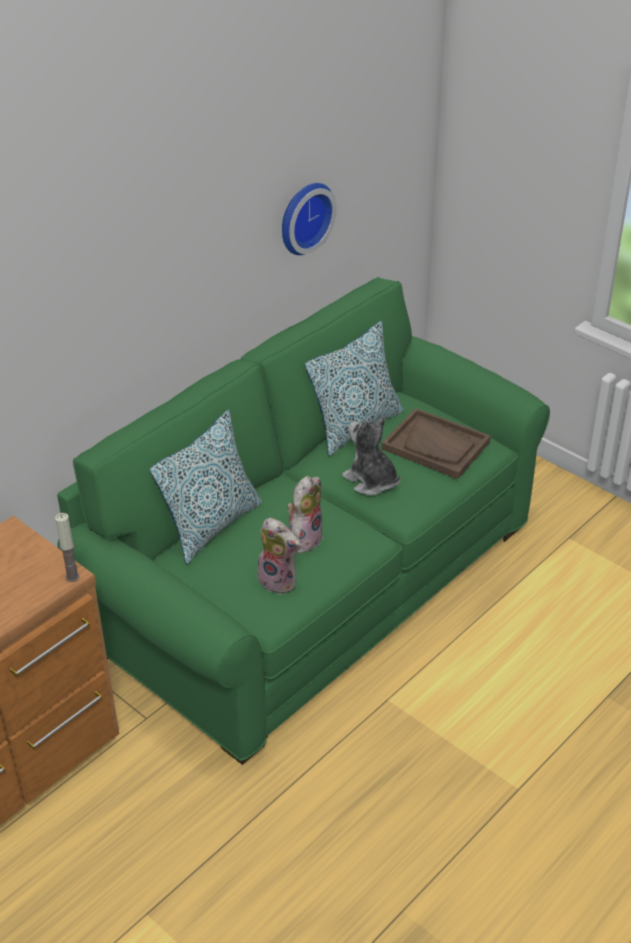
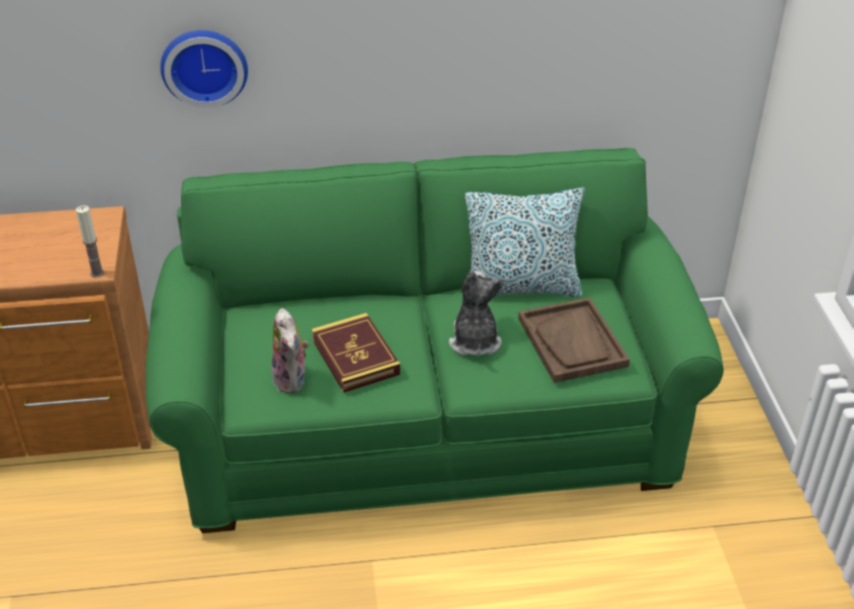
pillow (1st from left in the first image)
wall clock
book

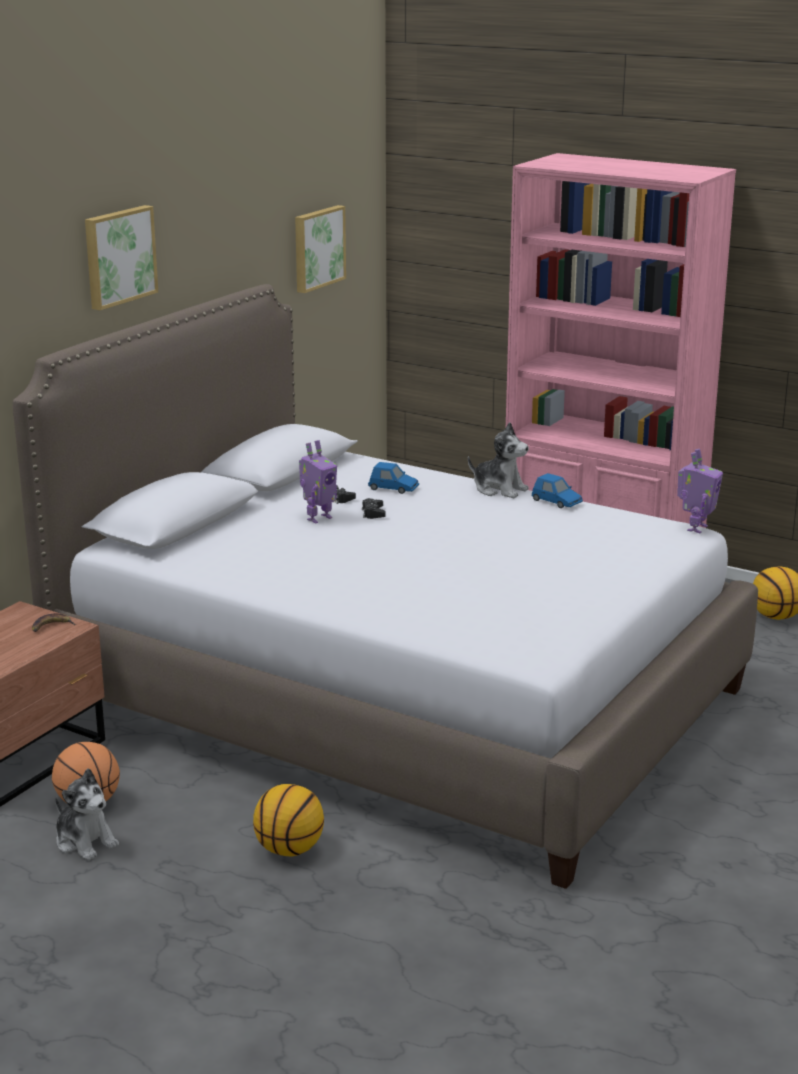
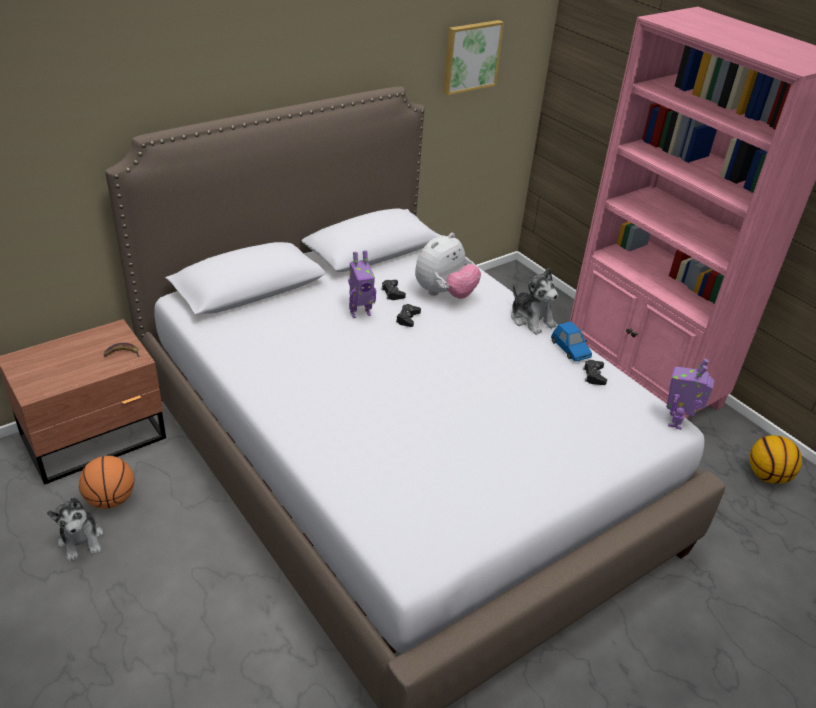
picture (1st from left in the first image)
basketball (2nd from left in the first image)
game controller (black) (3rd from left)
plush toy (2nd from left)
toy robot (2nd from left)

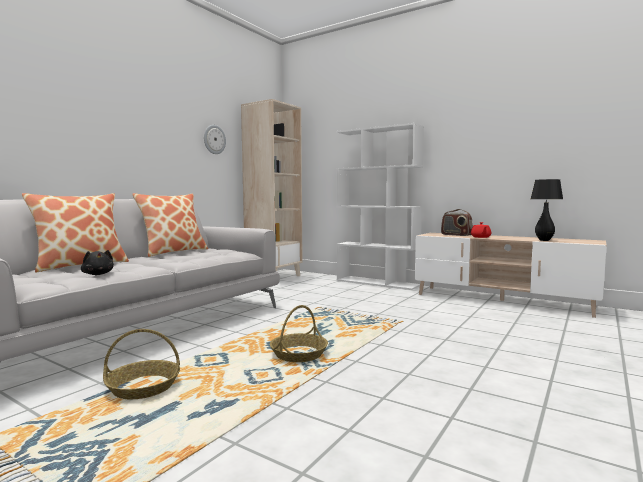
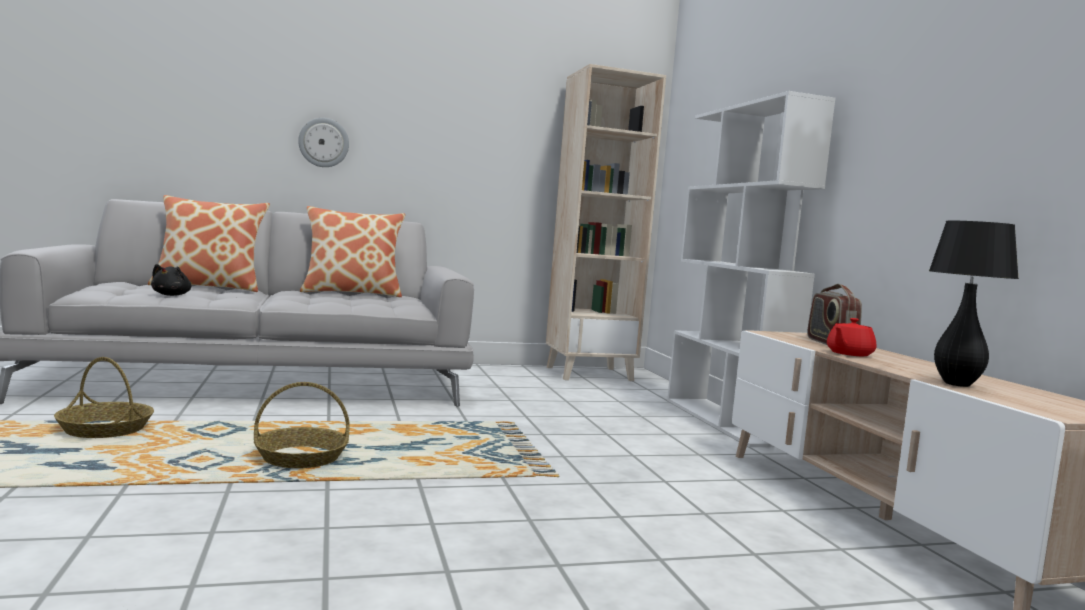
wall clock

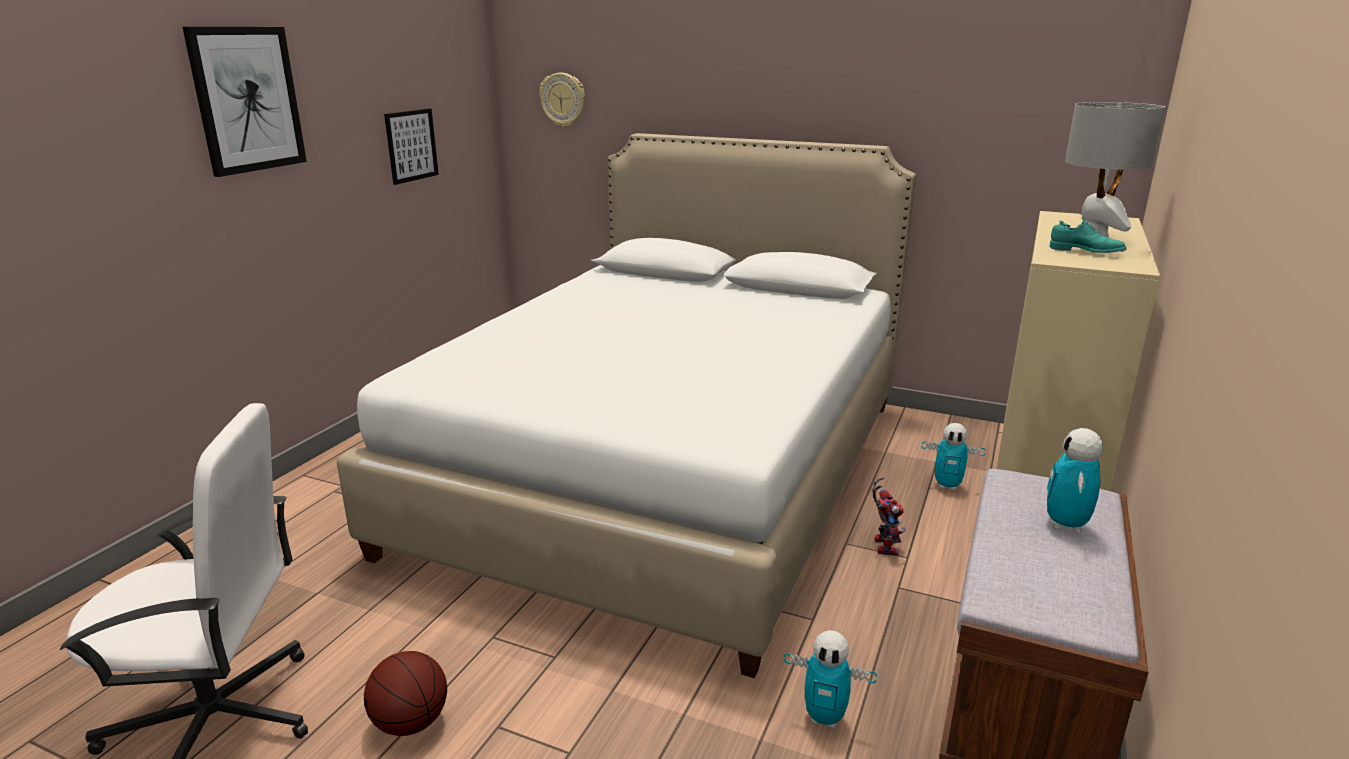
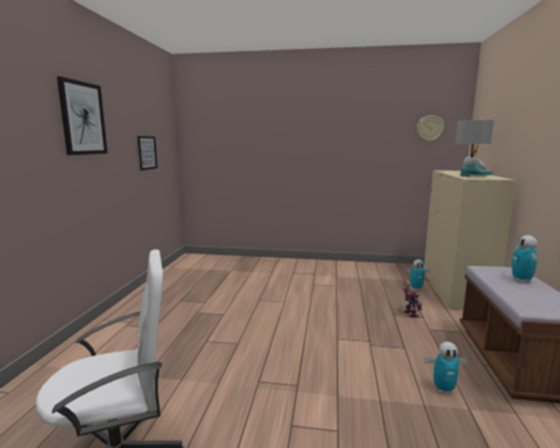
bed (white)
basketball
wall clock

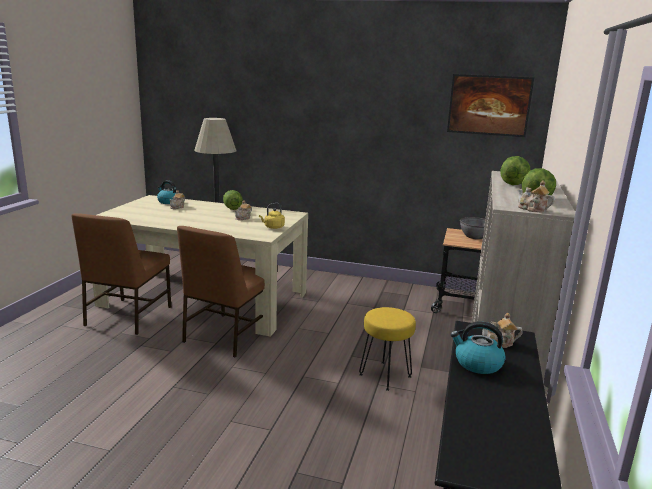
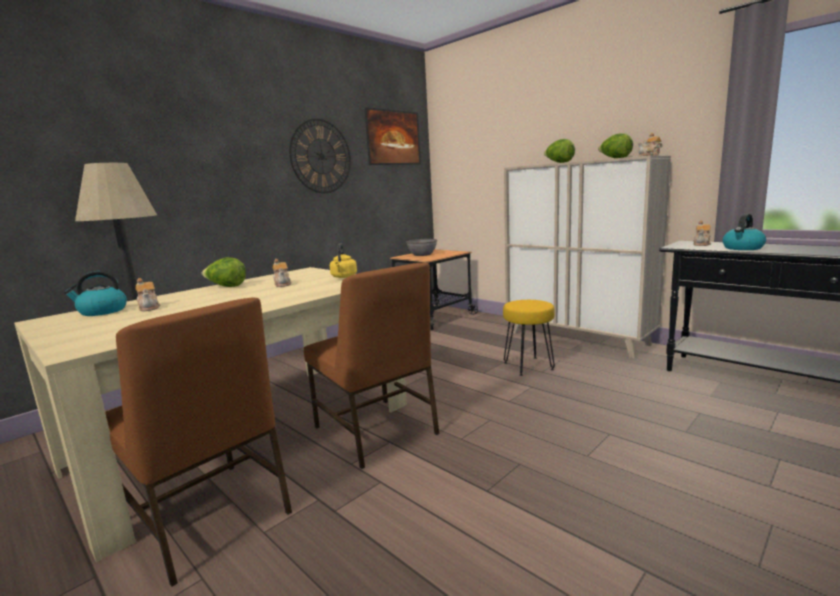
wall clock

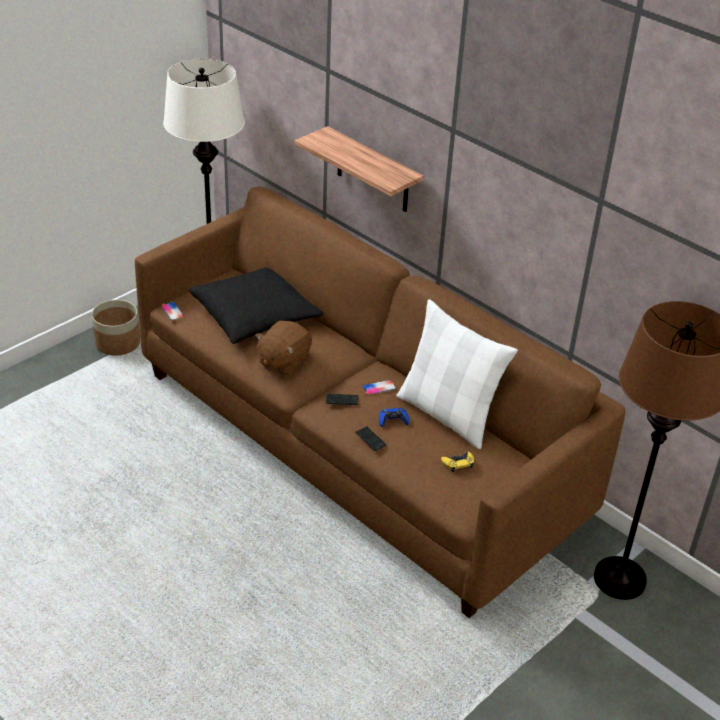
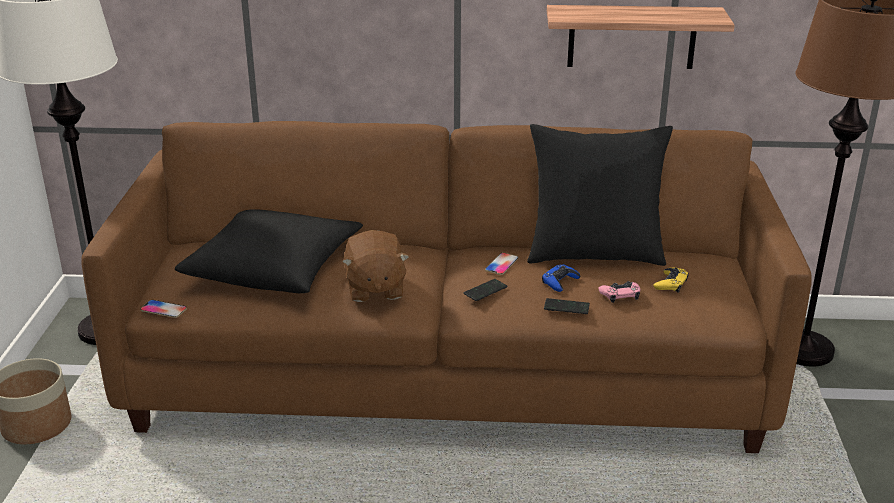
game controller (pink)
shelf
pillow (black) (2nd from left)

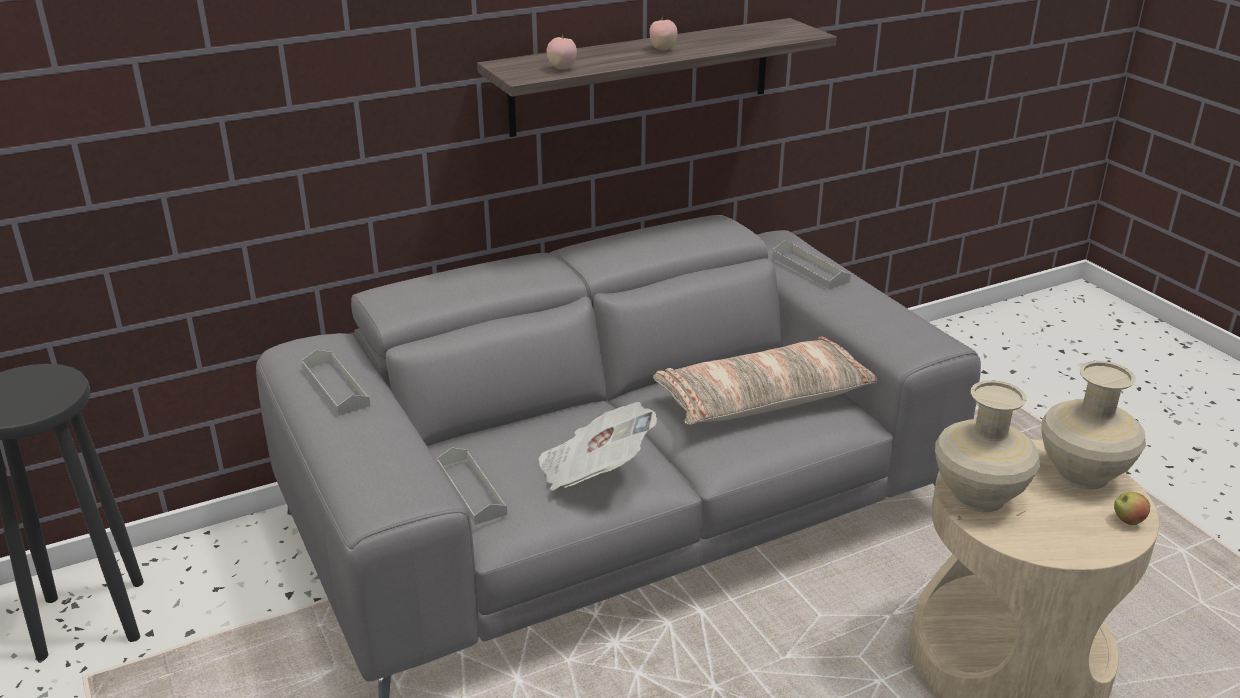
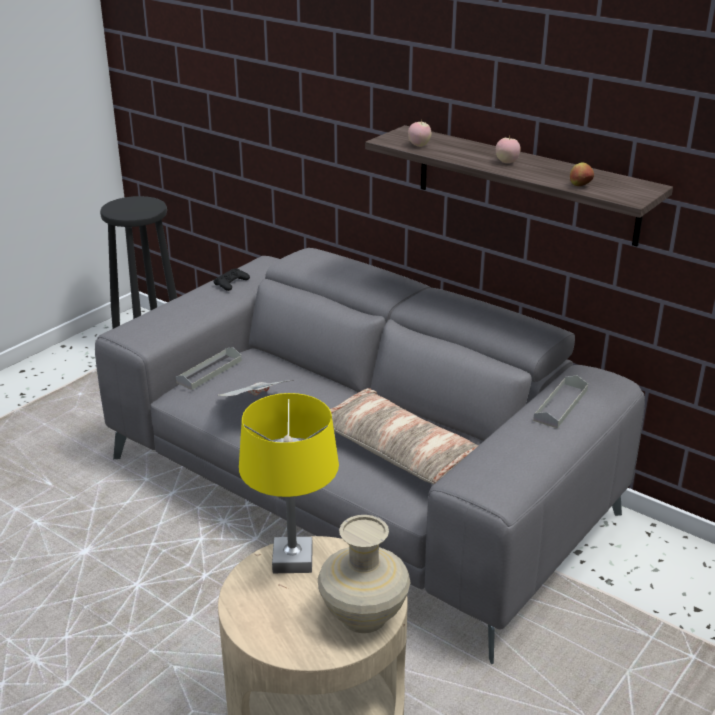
apple (3rd from left)
game controller (black)
table lamp (yellow)

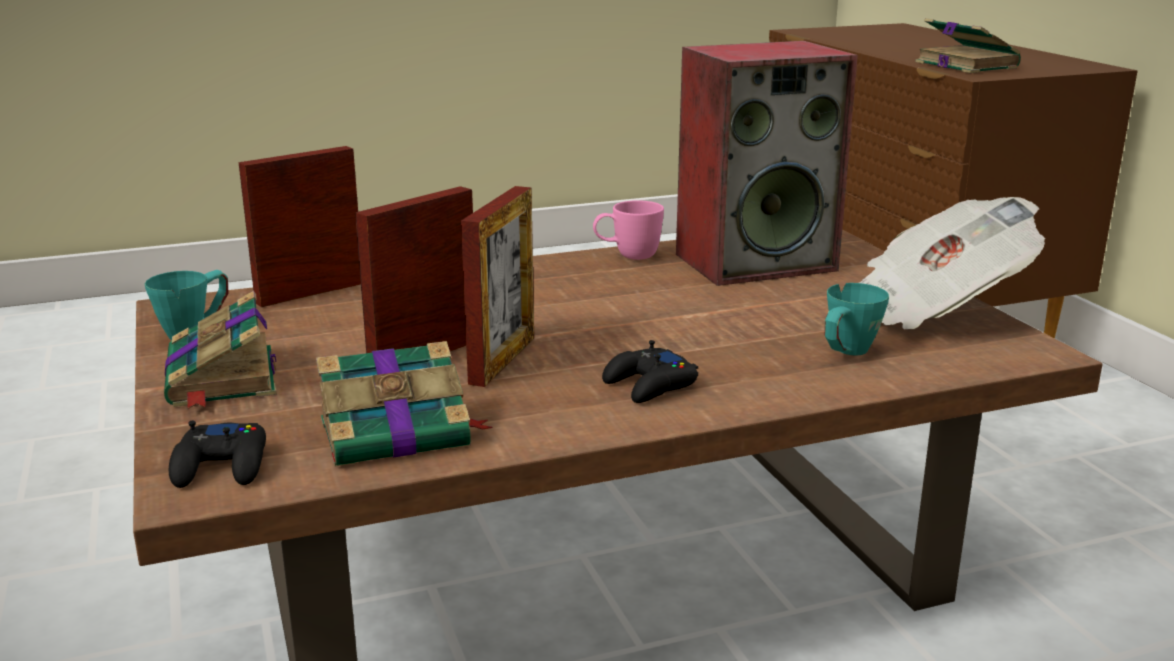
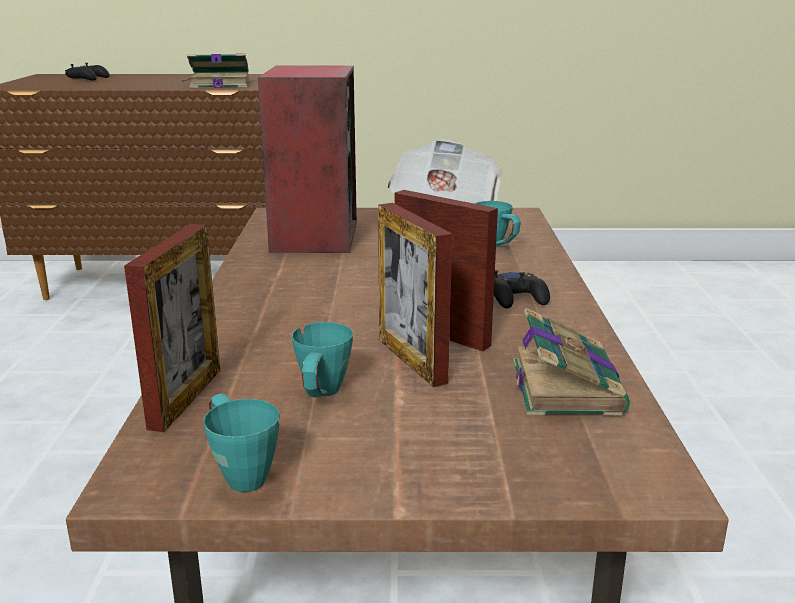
book (1st from left in the first image)
mug (pink)
mug (turquoise) (2nd from left)
game controller (black) (1st from left)
picture frame (1st from left)

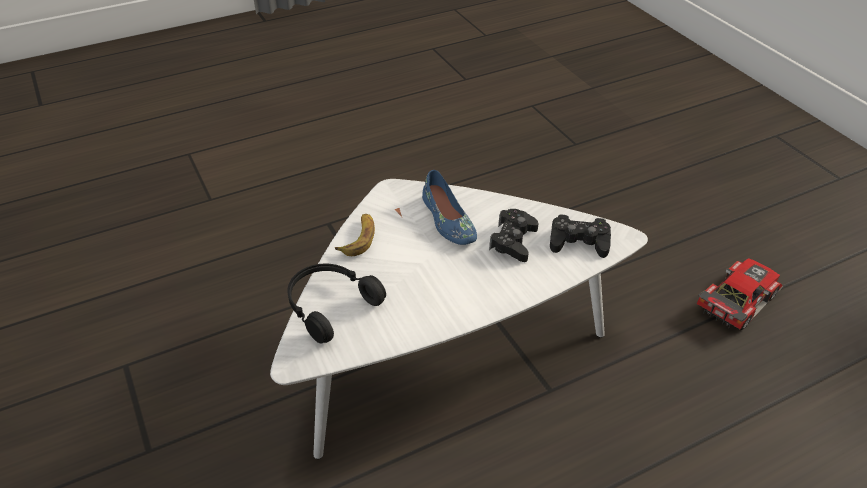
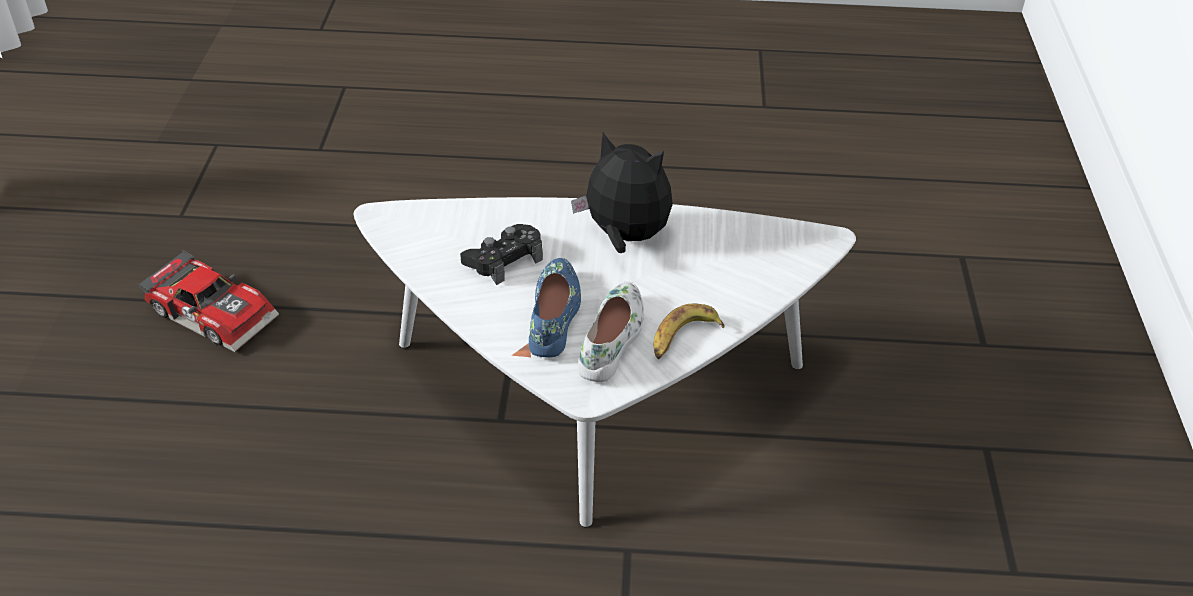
headphones (black)
game controller (black) (2nd from left in the first image)
plush toy
shoe (white)
toy car

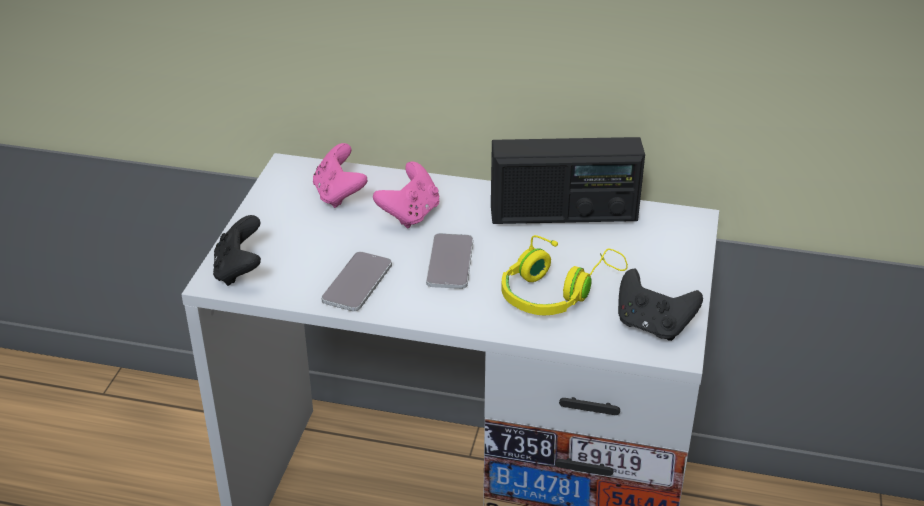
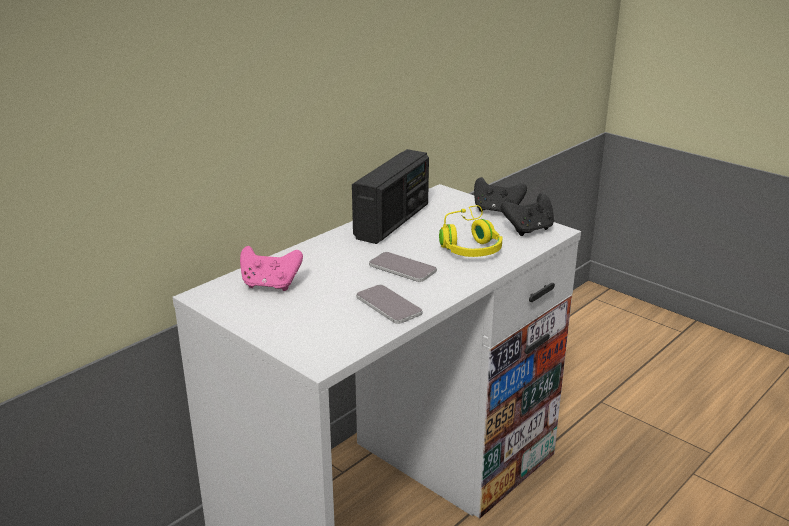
game controller (pink) (2nd from left in the first image)
game controller (black) (1st from left)

